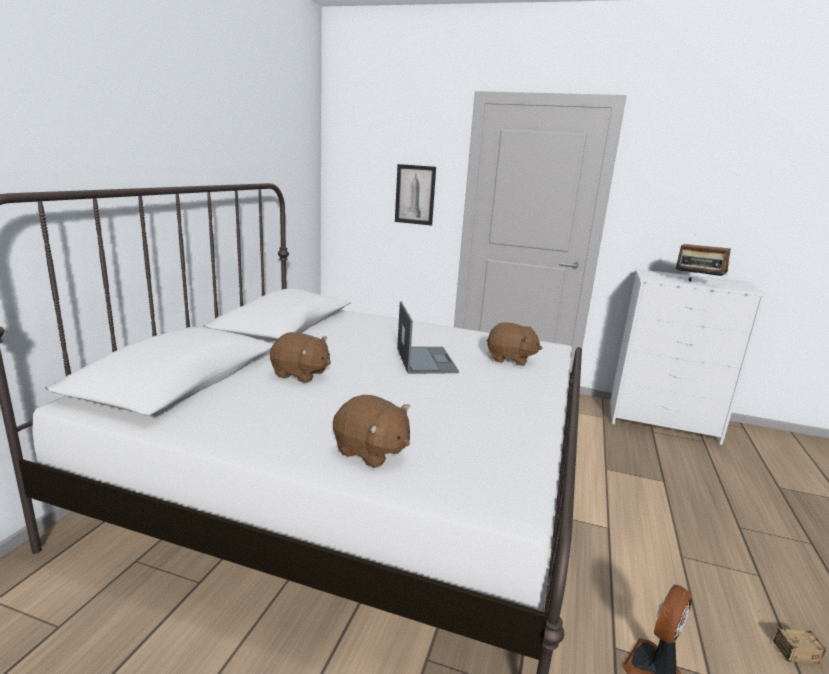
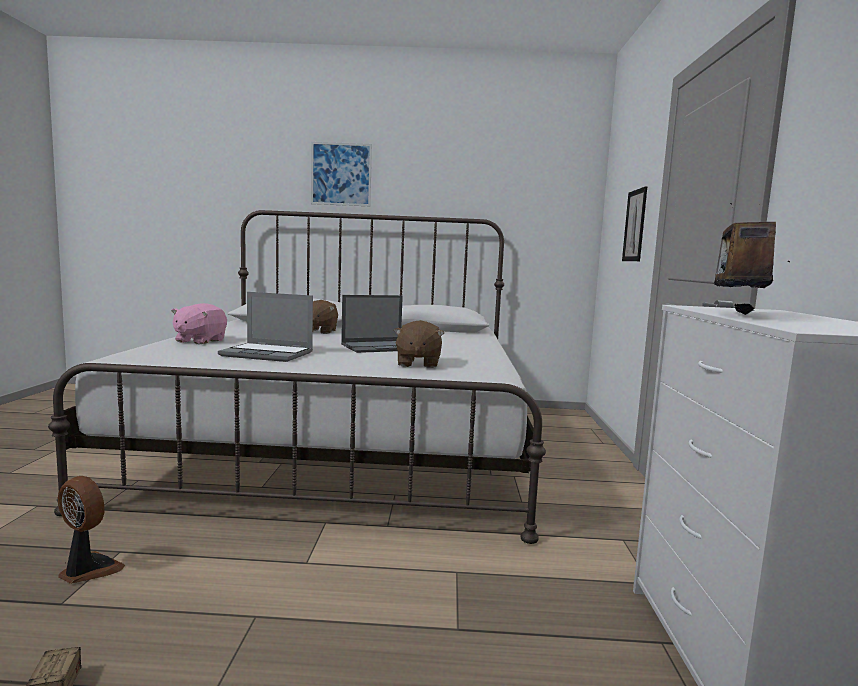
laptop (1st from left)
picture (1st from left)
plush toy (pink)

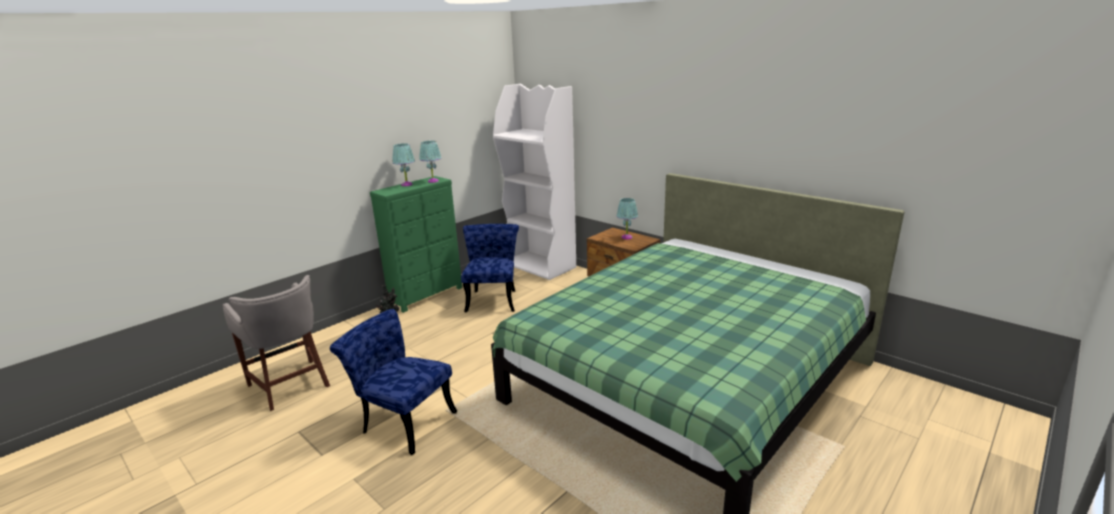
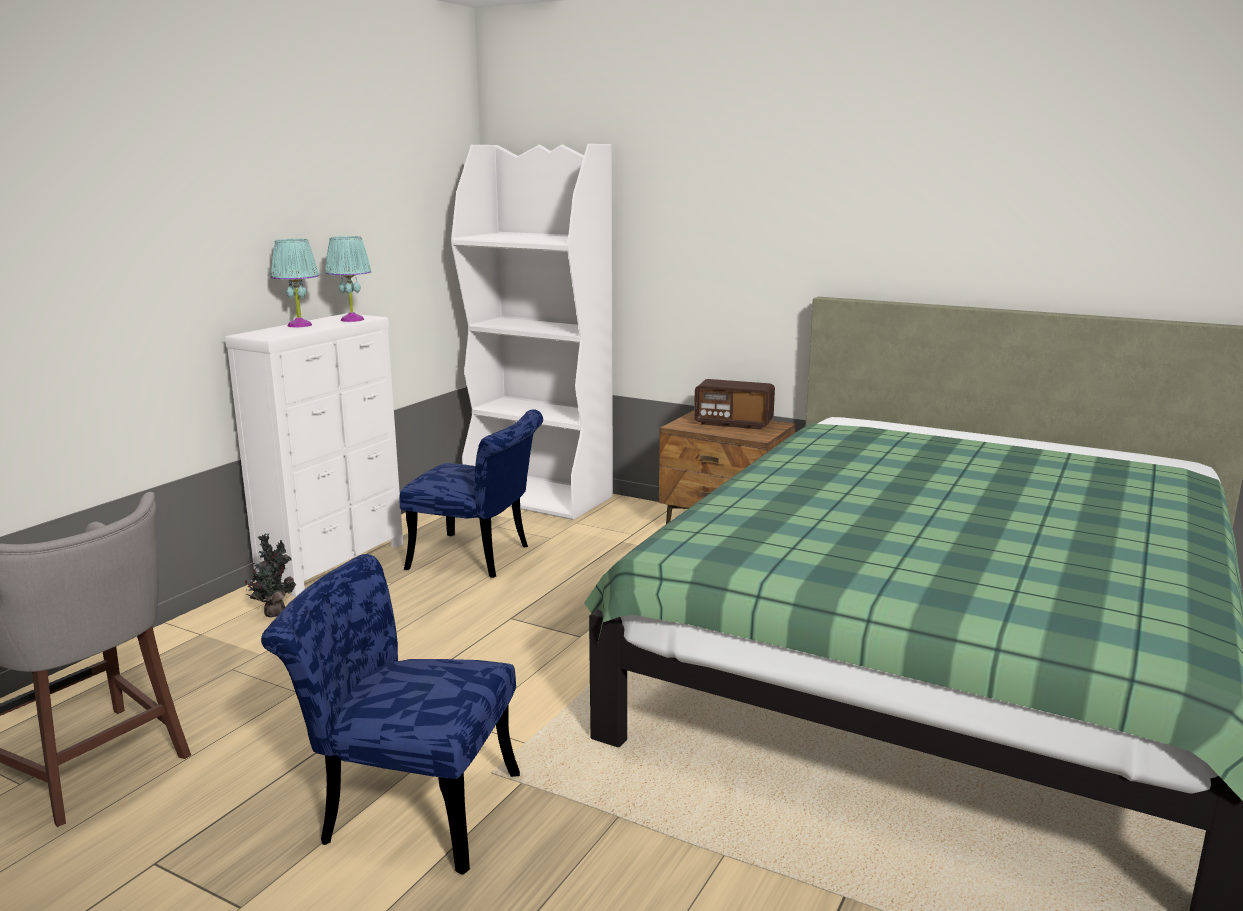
radio
dresser (white)
chair (blue) (2nd from left)

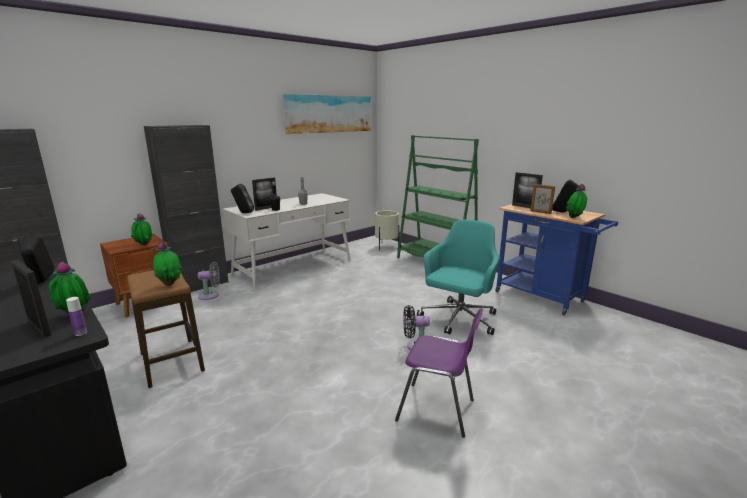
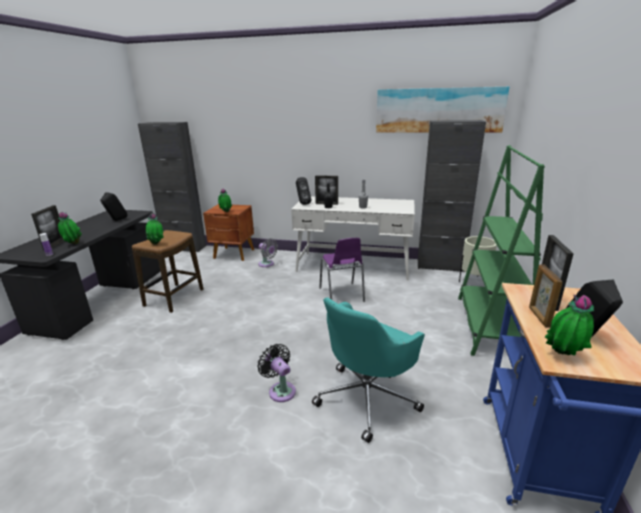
cabinet (black) (2nd from left)
chair (purple)
office chair (turquoise)

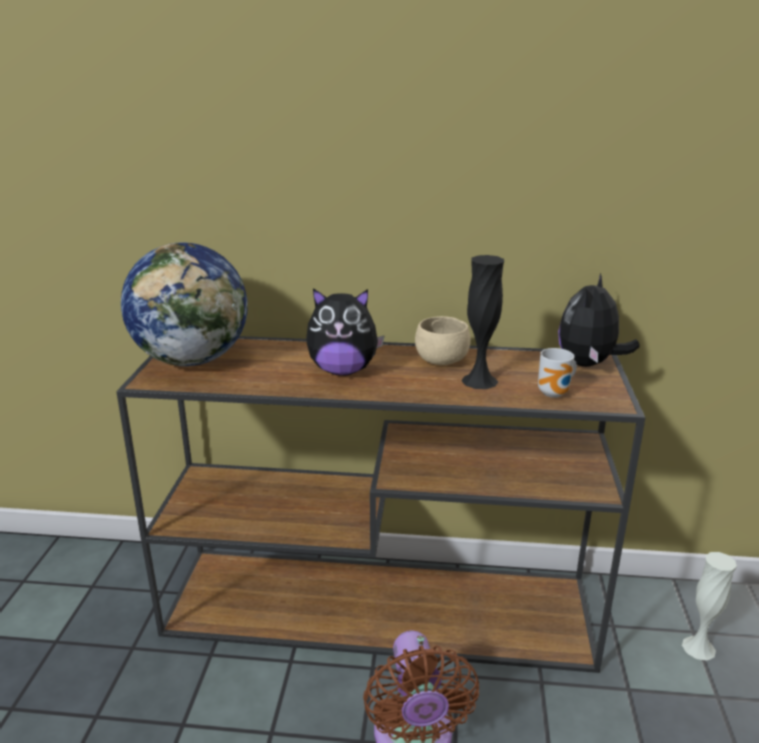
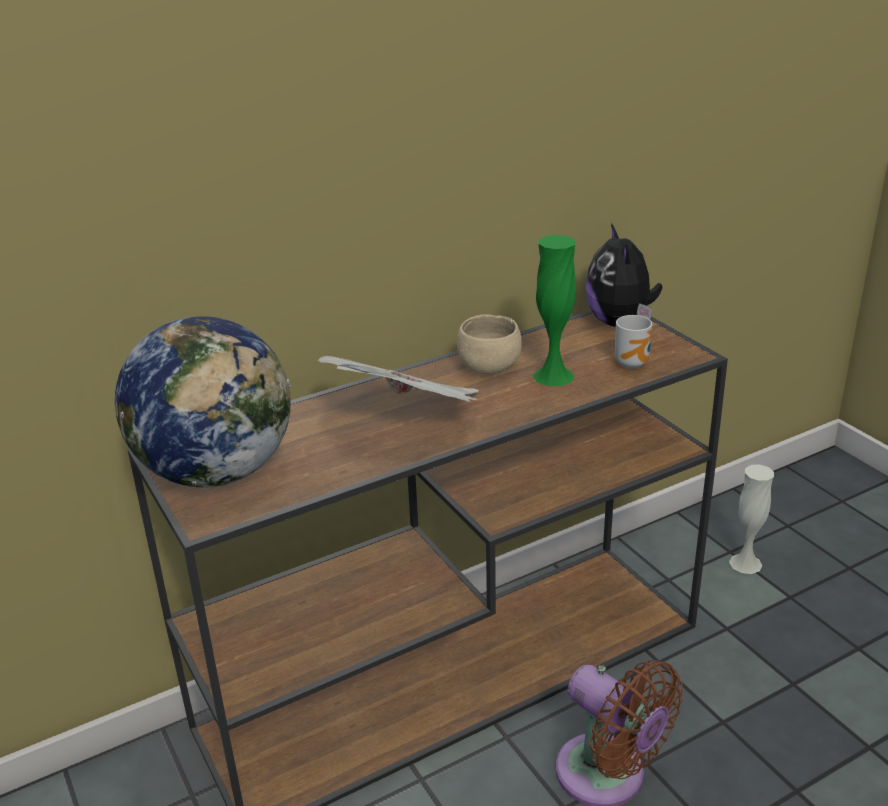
newspaper
vase (green)

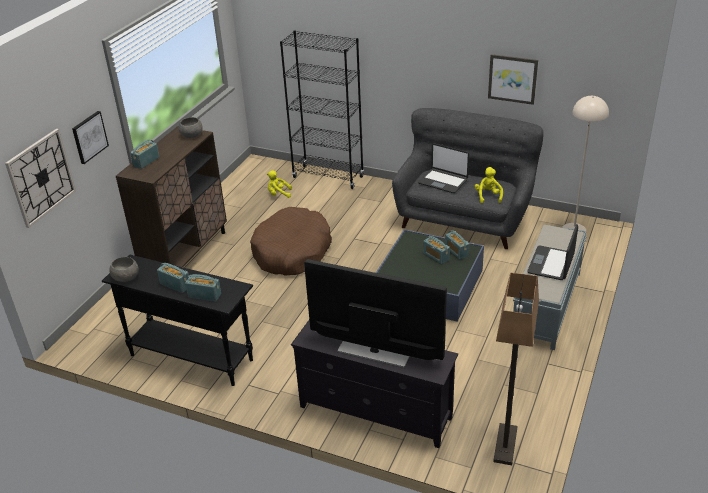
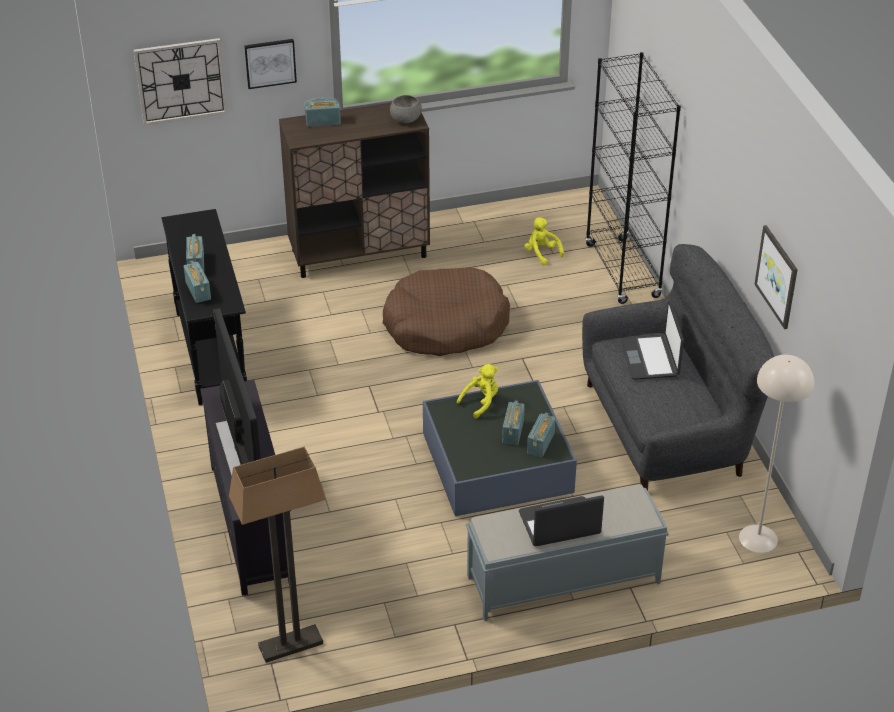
bowl (grey) (1st from left in the first image)
plush toy (yellow) (1st from left)

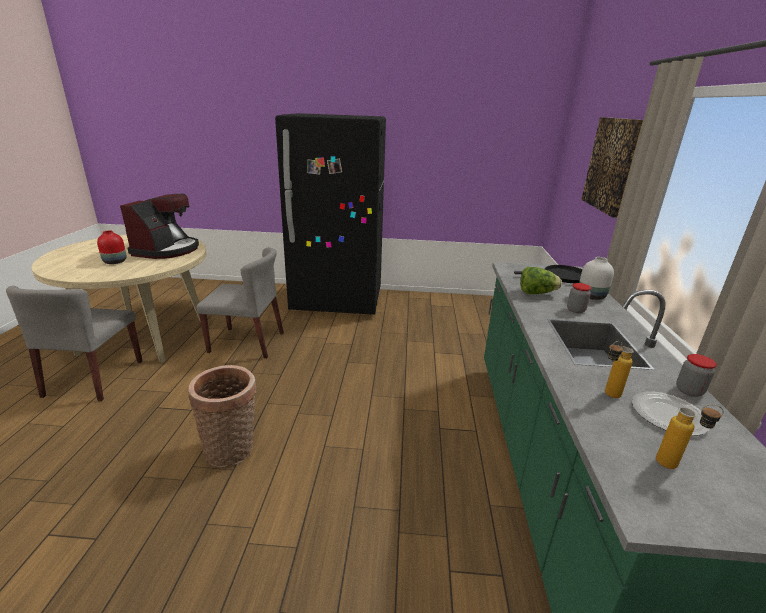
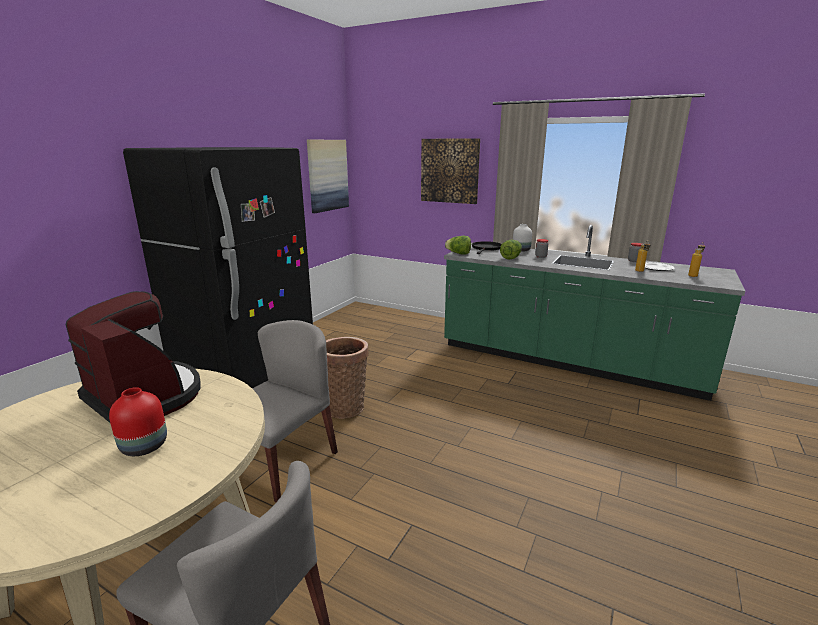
picture (1st from left)
lettuce (1st from left)
basket

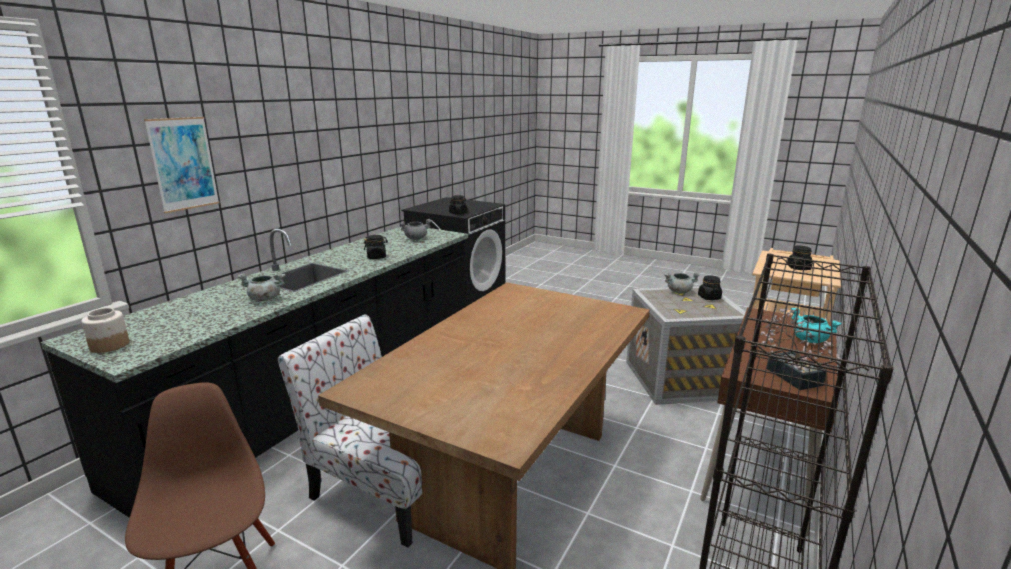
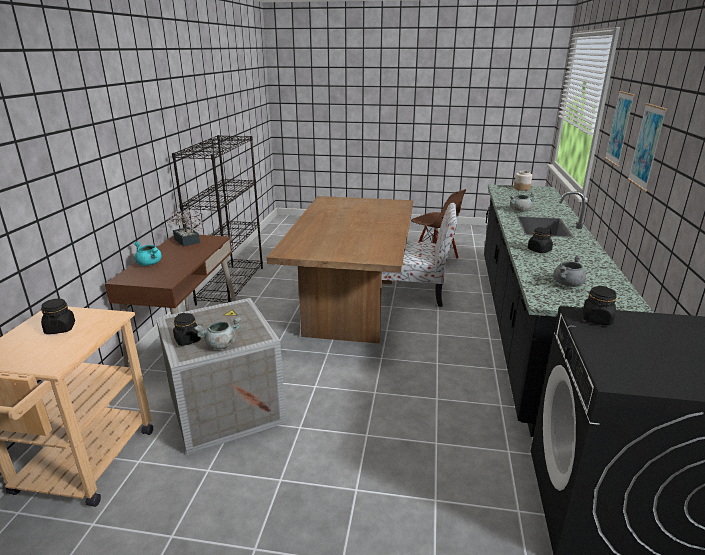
picture (2nd from left)

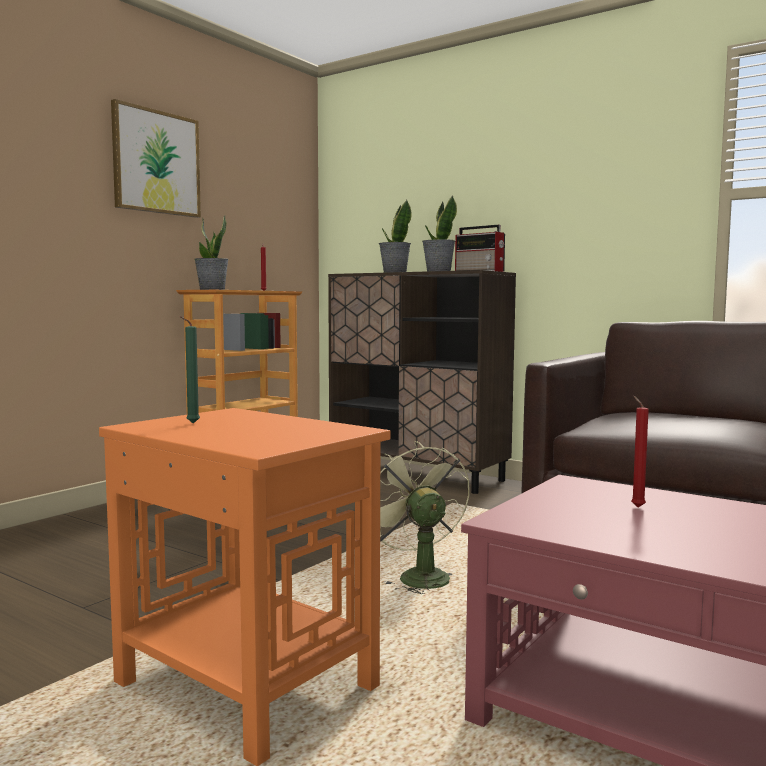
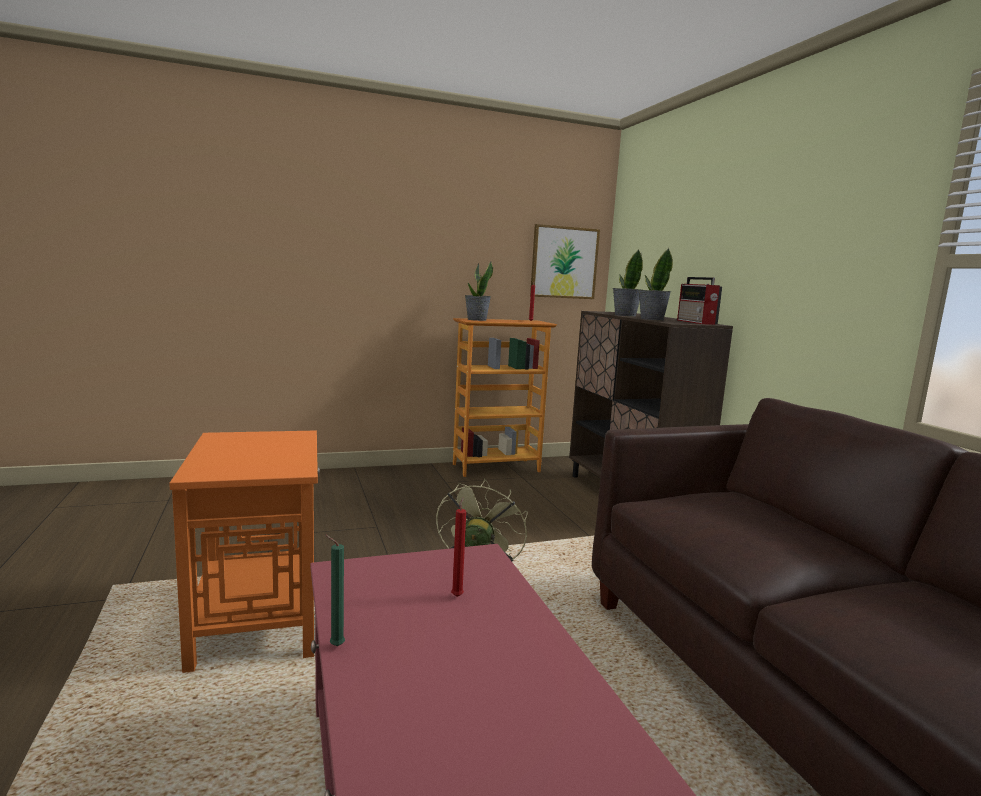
picture
candle (green)

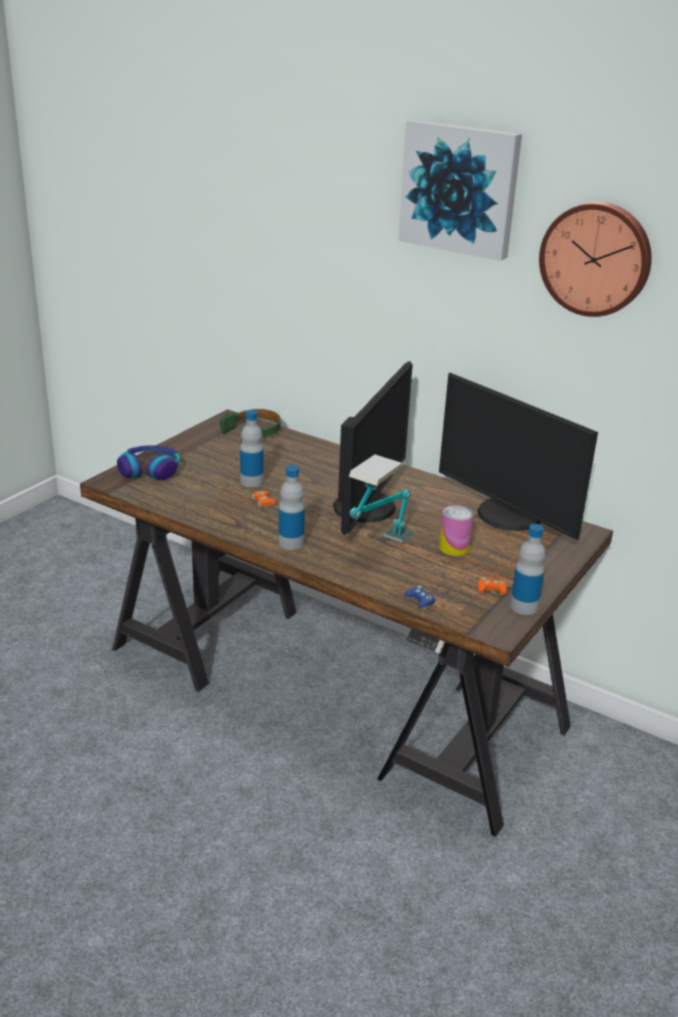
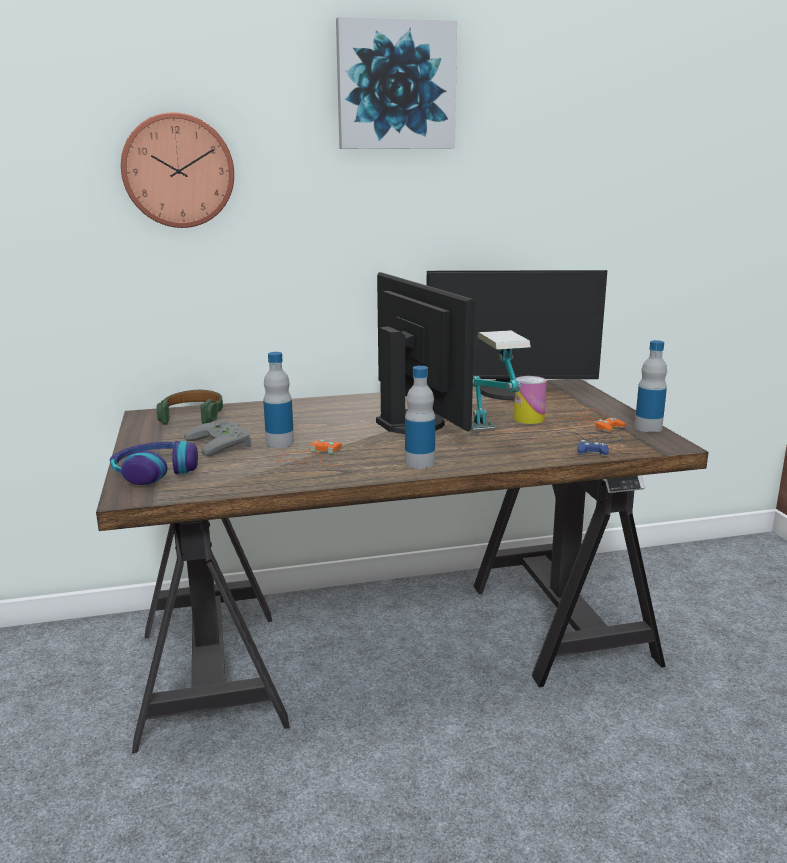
game controller (grey)
wall clock

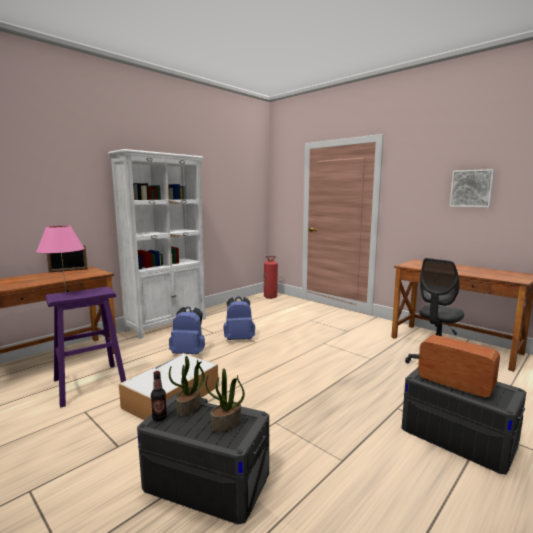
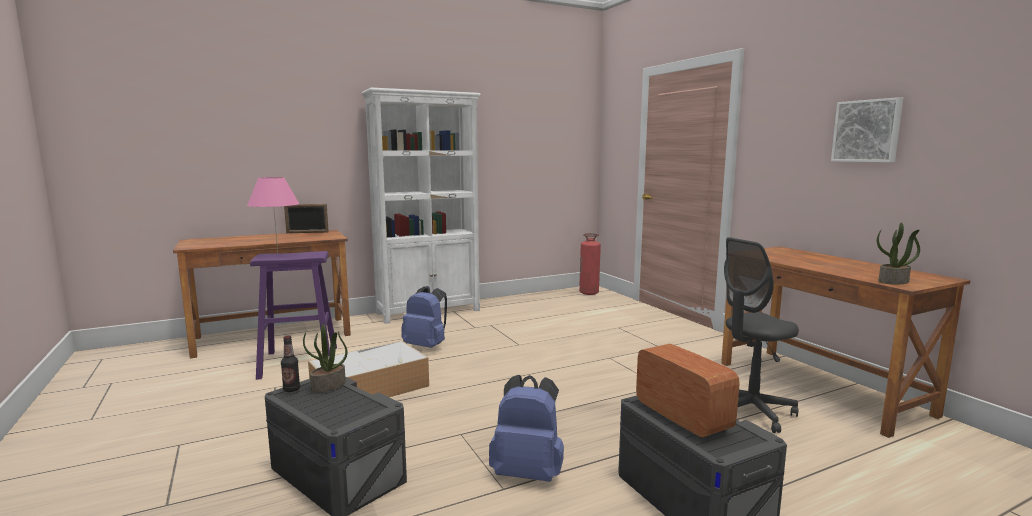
potted plant (2nd from left)
backpack (blue) (2nd from left)

